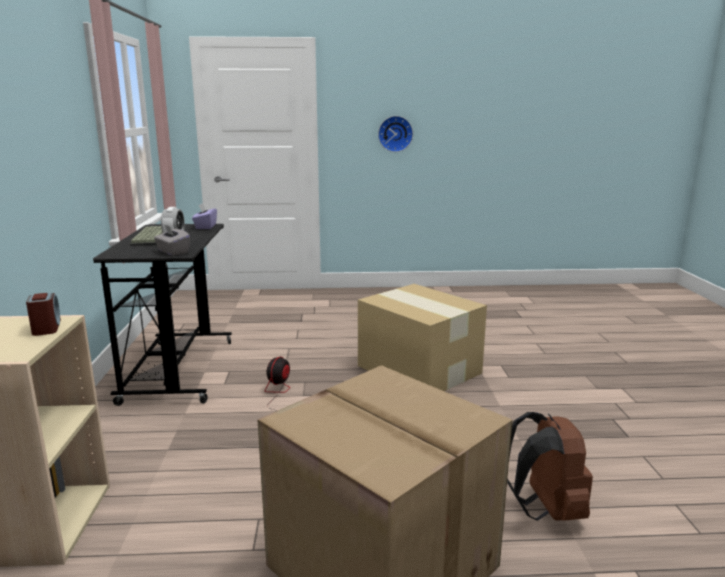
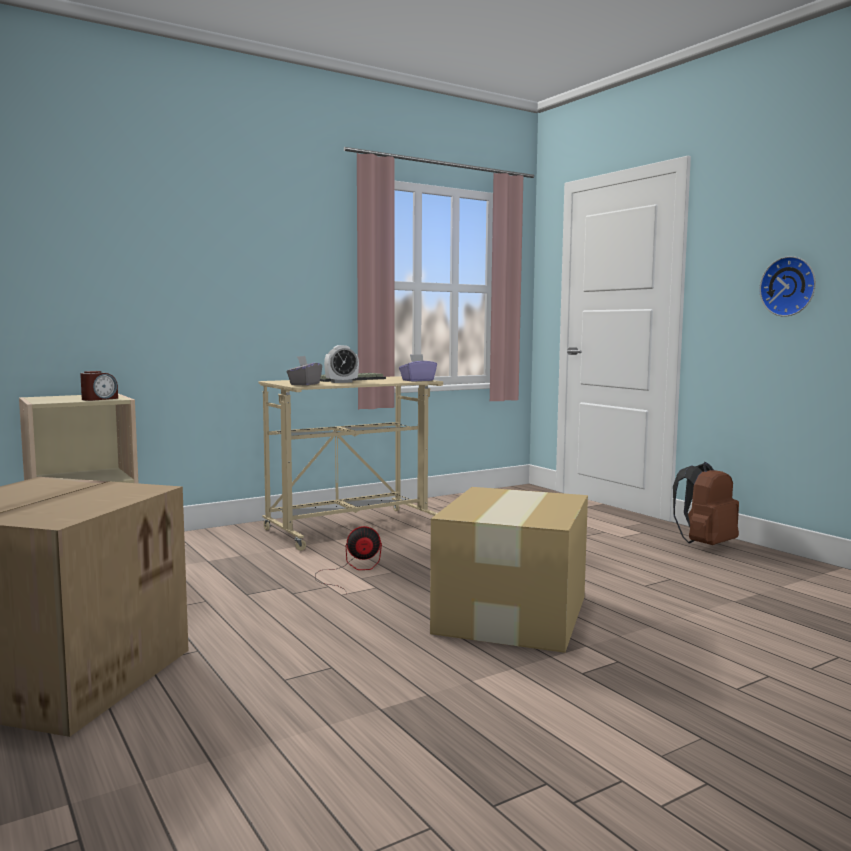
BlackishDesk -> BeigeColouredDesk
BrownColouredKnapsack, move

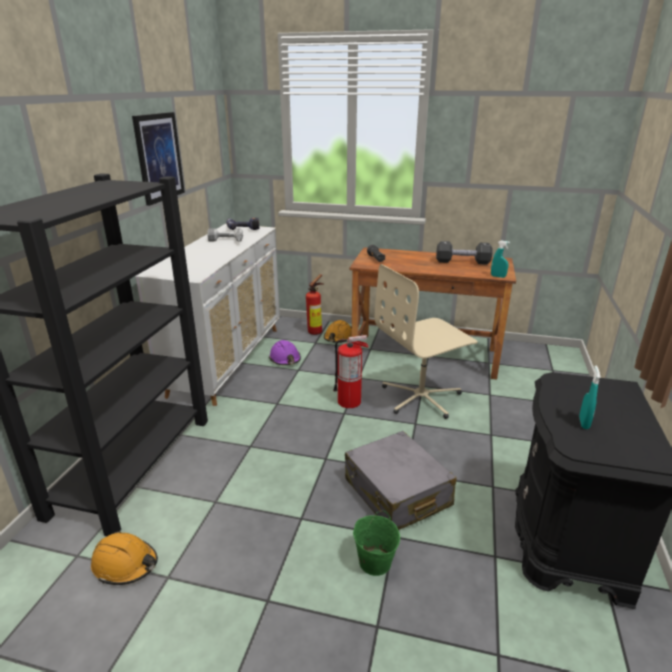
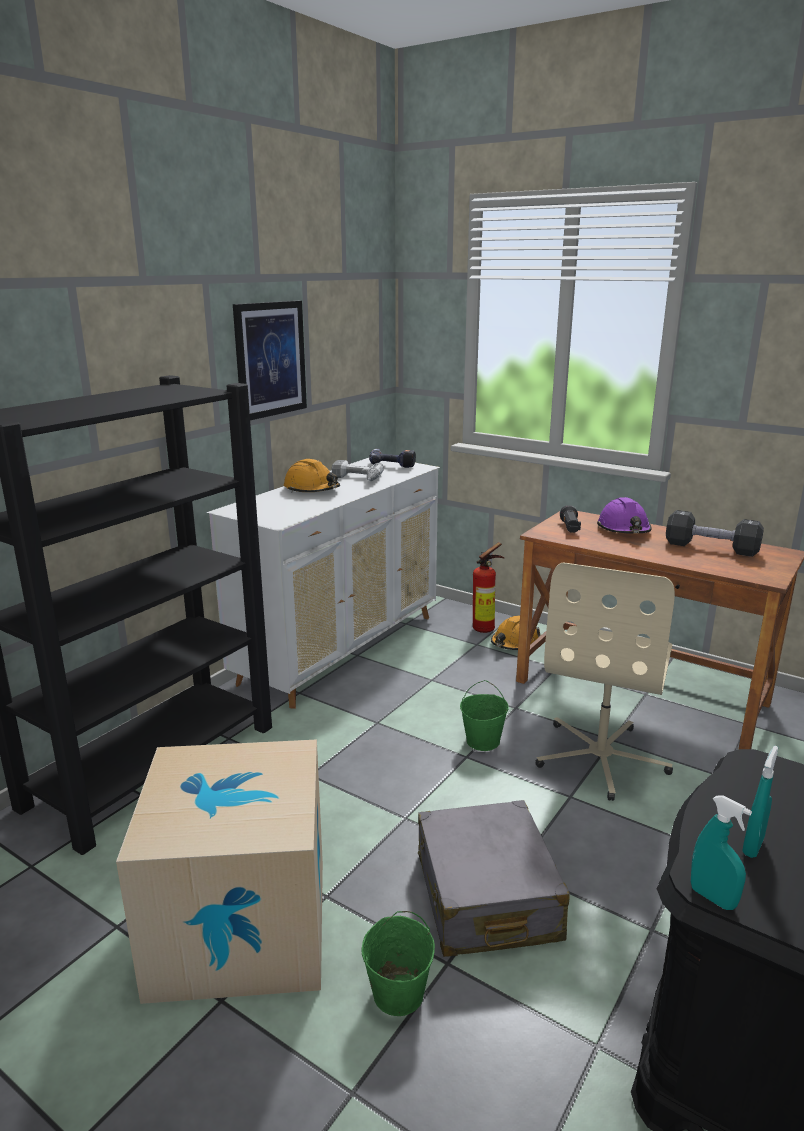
TurquoiseHandSprayer (1st from left), move
BeigeColouredComputerChair, 60 degrees counterclockwise
Extinguisher (2nd from left) -> GreenColouredWaterBucket (2nd from left)
PurpleSafetyHelmet, move
OrangeySafetyHelmet (1st from left), move
none -> CardboardBox

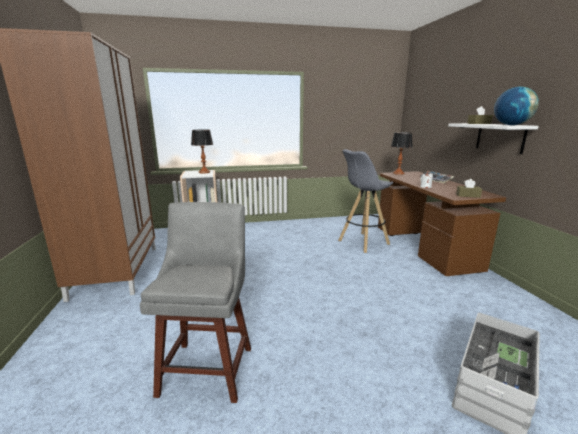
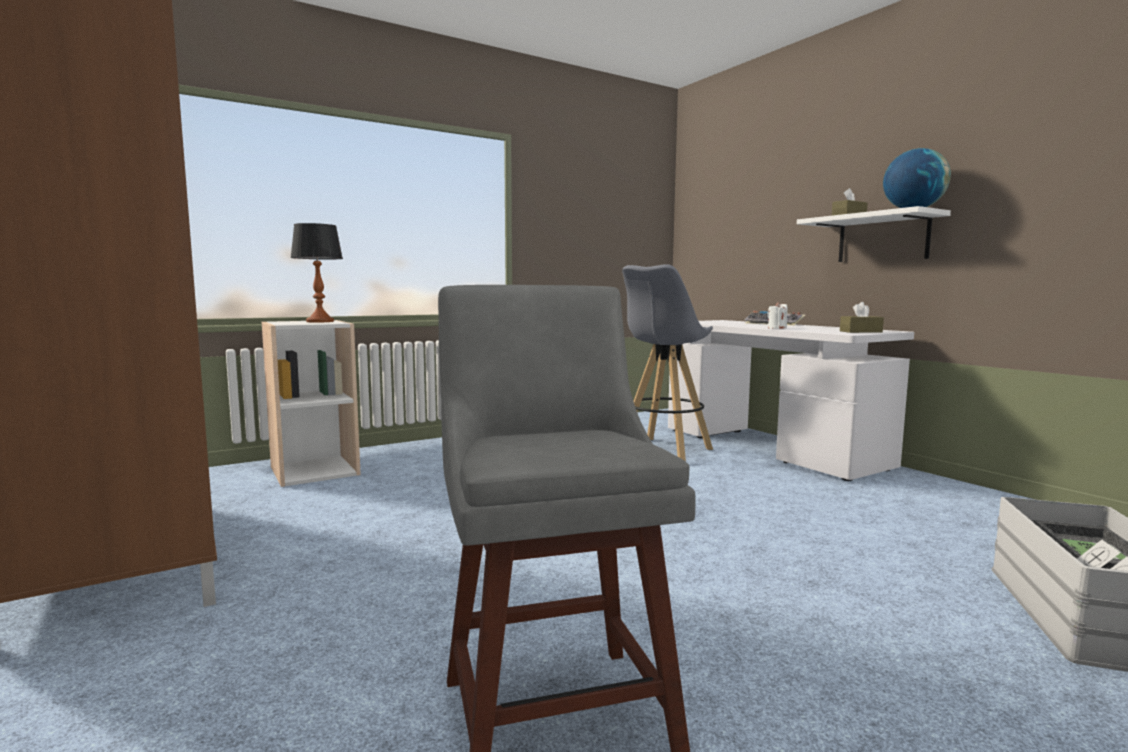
LampForATable (2nd from left) -> none
BrownColouredDesk -> WhiteColouredDesk

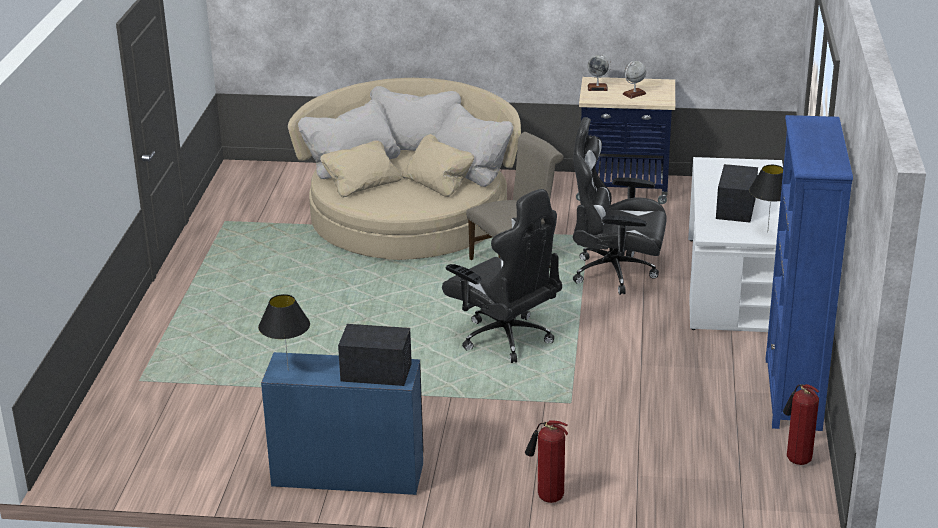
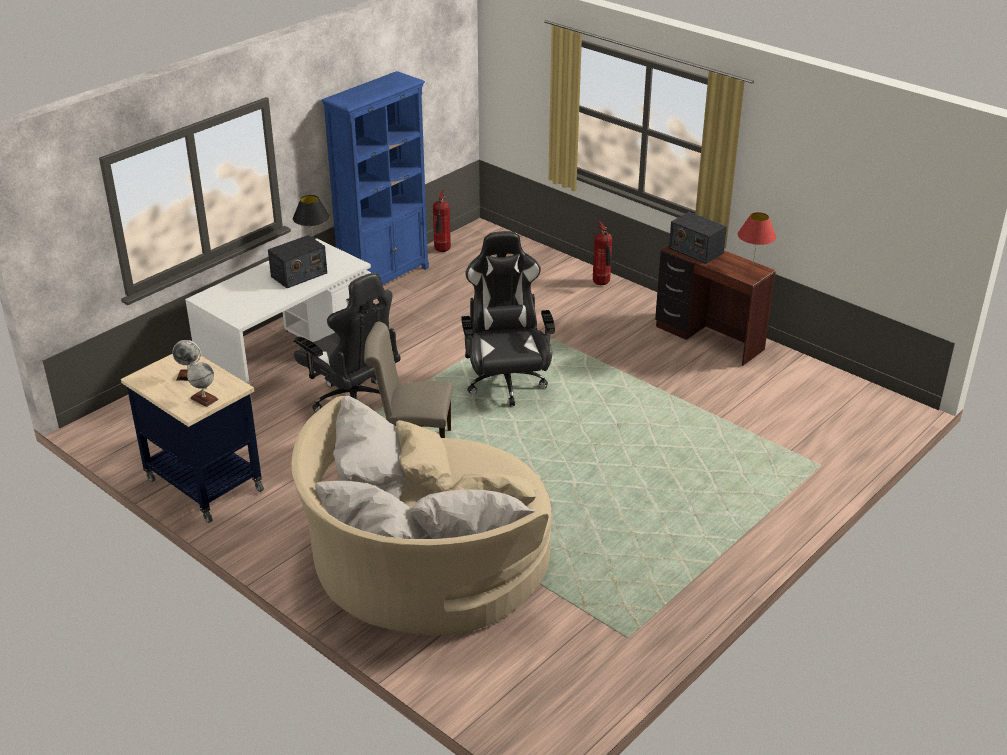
BlackishLampForATable (1st from left) -> RedLampForATable
BlueColouredDesk -> BrownColouredDesk

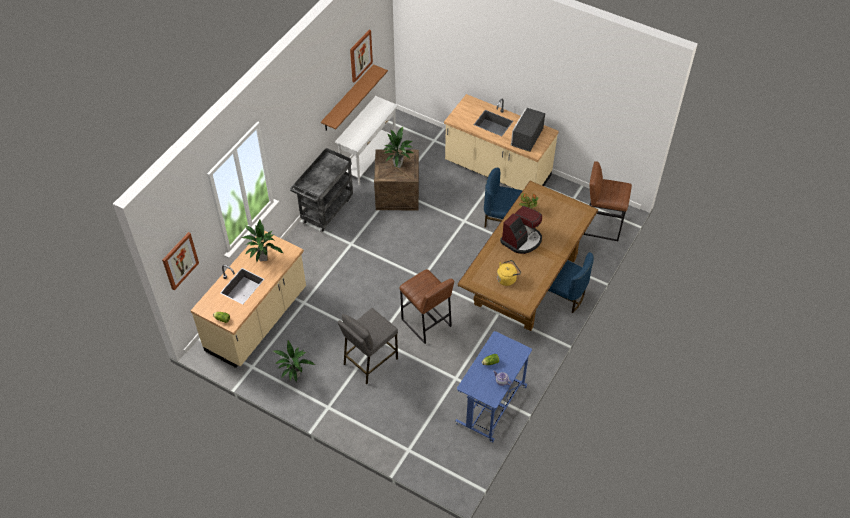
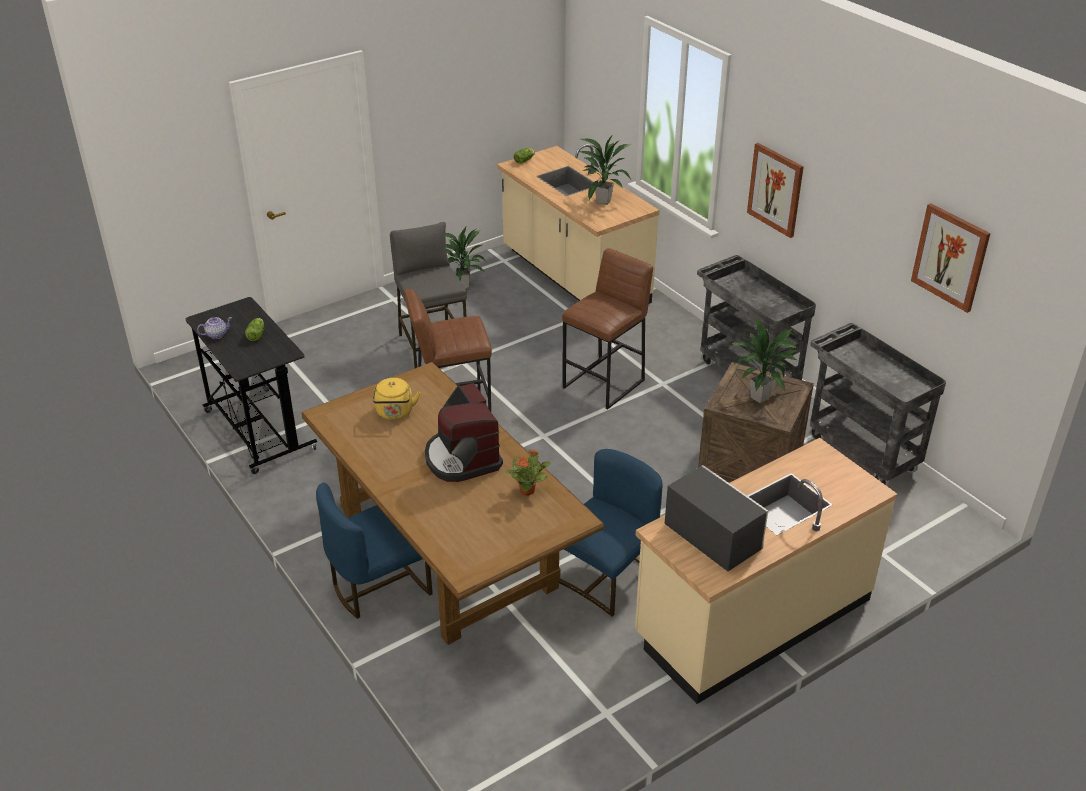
BrownColouredBracketShelf -> none
WhiteColouredHallTable -> BlackishCart (2nd from left)
BrownColouredStoolSeat (2nd from left), move
WallArt (1st from left), move
BlueColouredDesk -> BlackishDesk

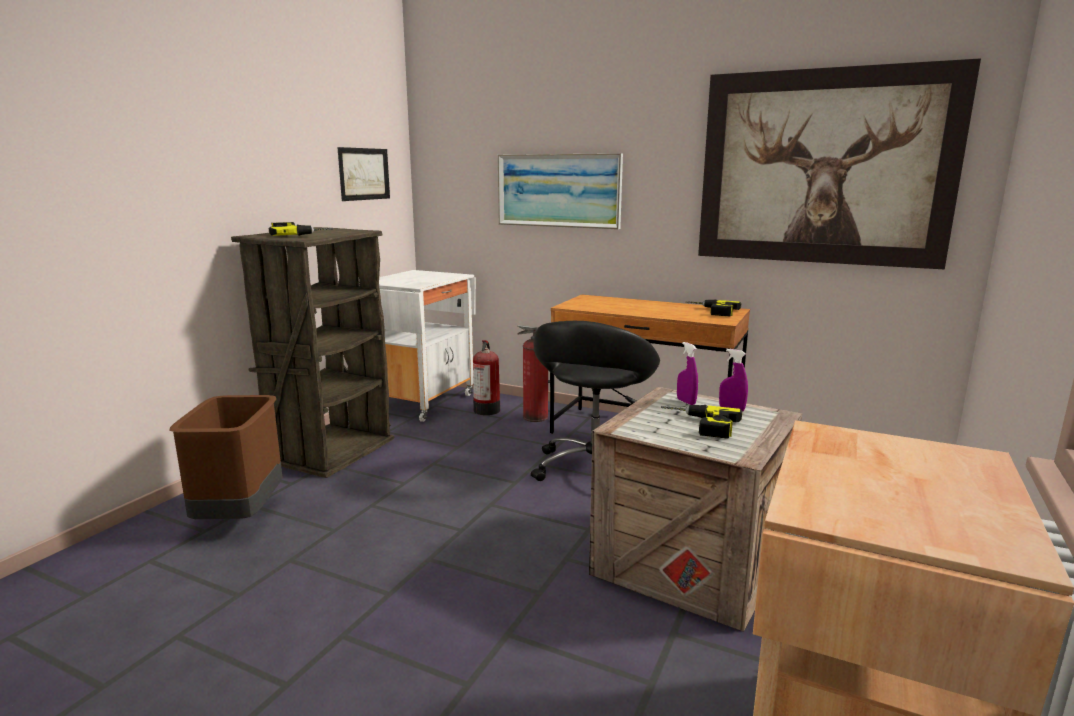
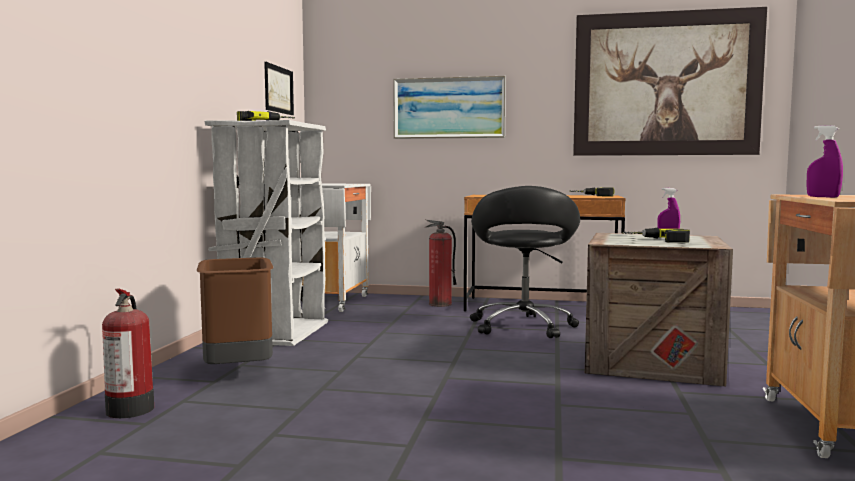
BrownColouredBookshelf -> WhiteColouredBookshelf
Extinguisher (1st from left), move
PurpleHandSprayer (1st from left in the first image) -> PurpleHandSprayer (2nd from left), move

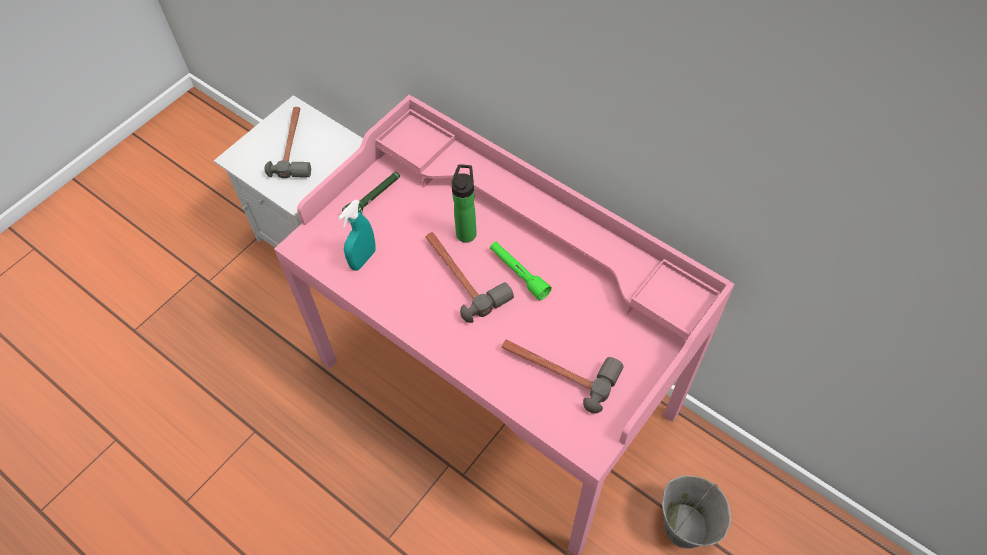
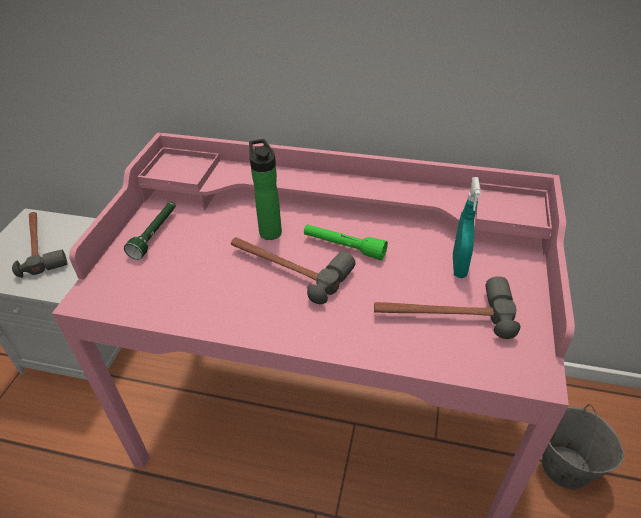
TurquoiseHandSprayer, move

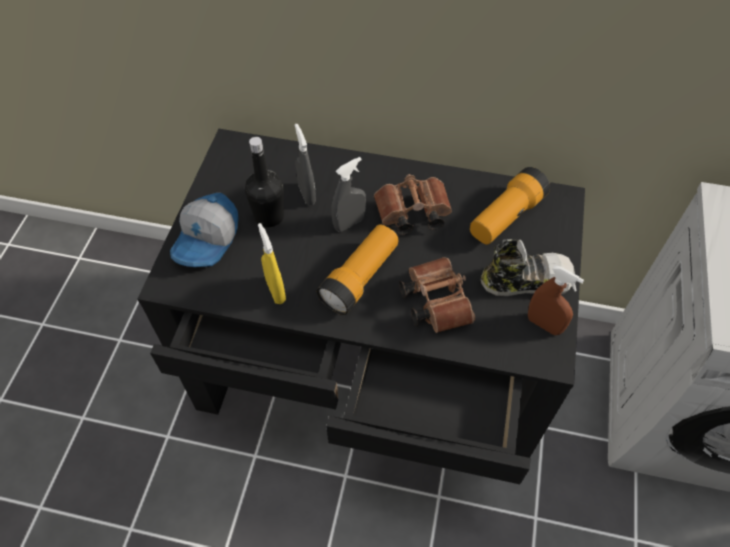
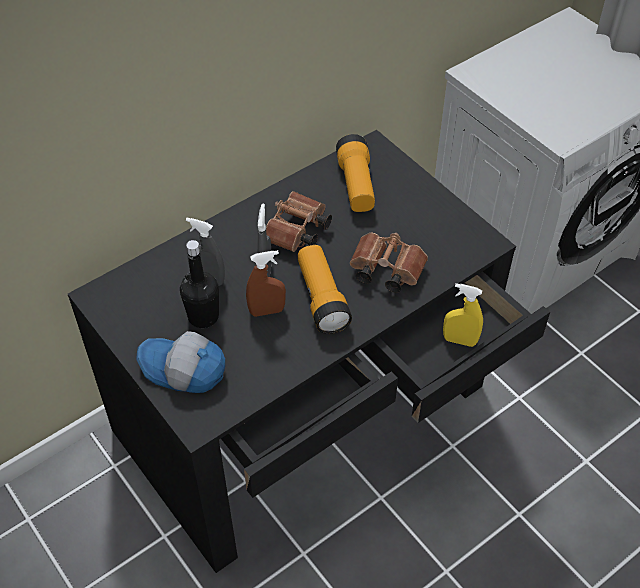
PeakedCap, 135 degrees clockwise
YellowishHandSprayer, move
LowShoe -> none
BrownColouredHandSprayer, move

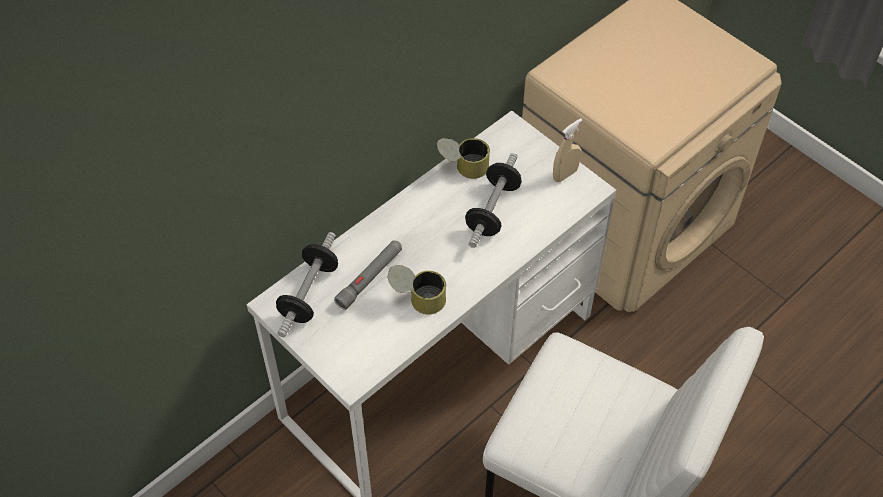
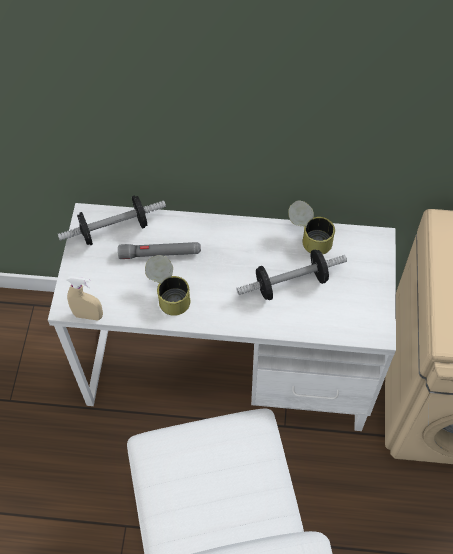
BeigeColouredHandSprayer, move

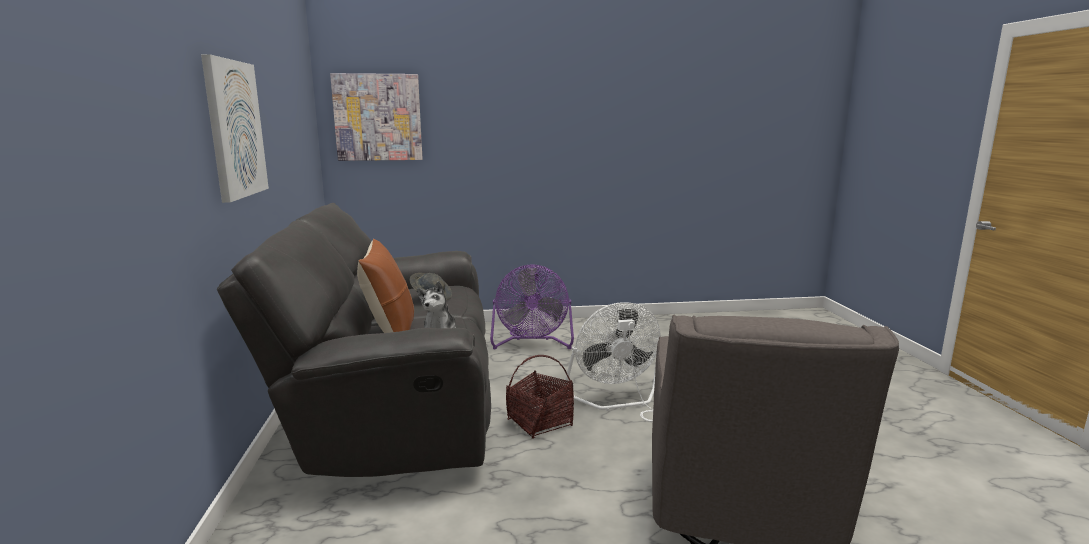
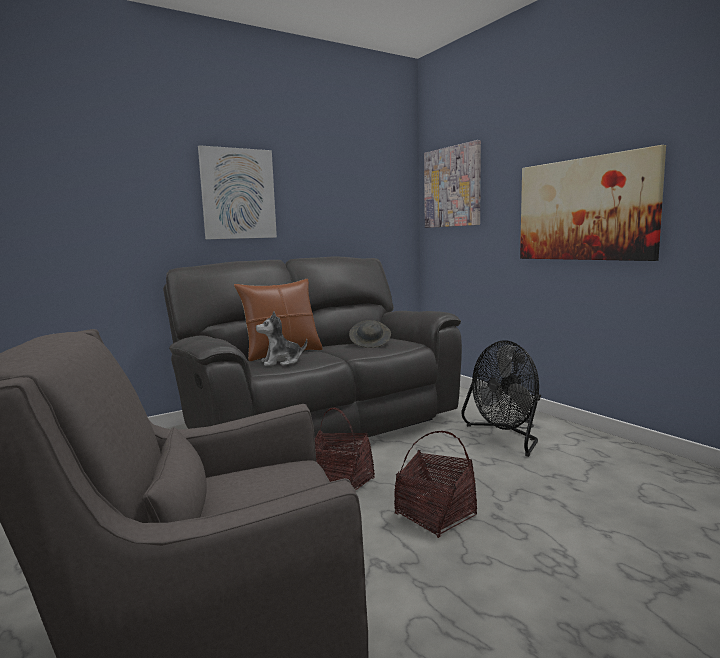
PurpleCoolingFan -> BlackishCoolingFan
WhiteColouredCoolingFan -> HouseholdBasket (2nd from left)
none -> WallArt (3rd from left)

